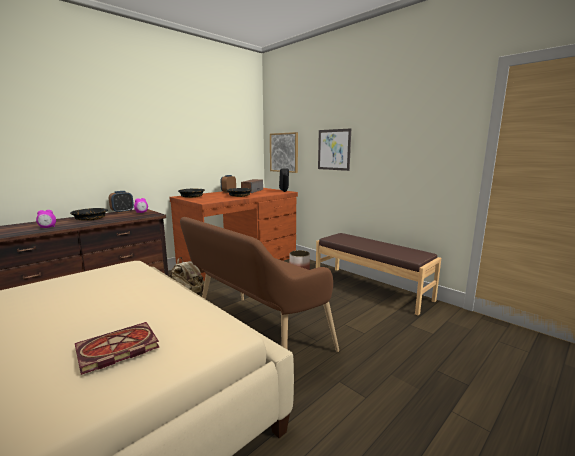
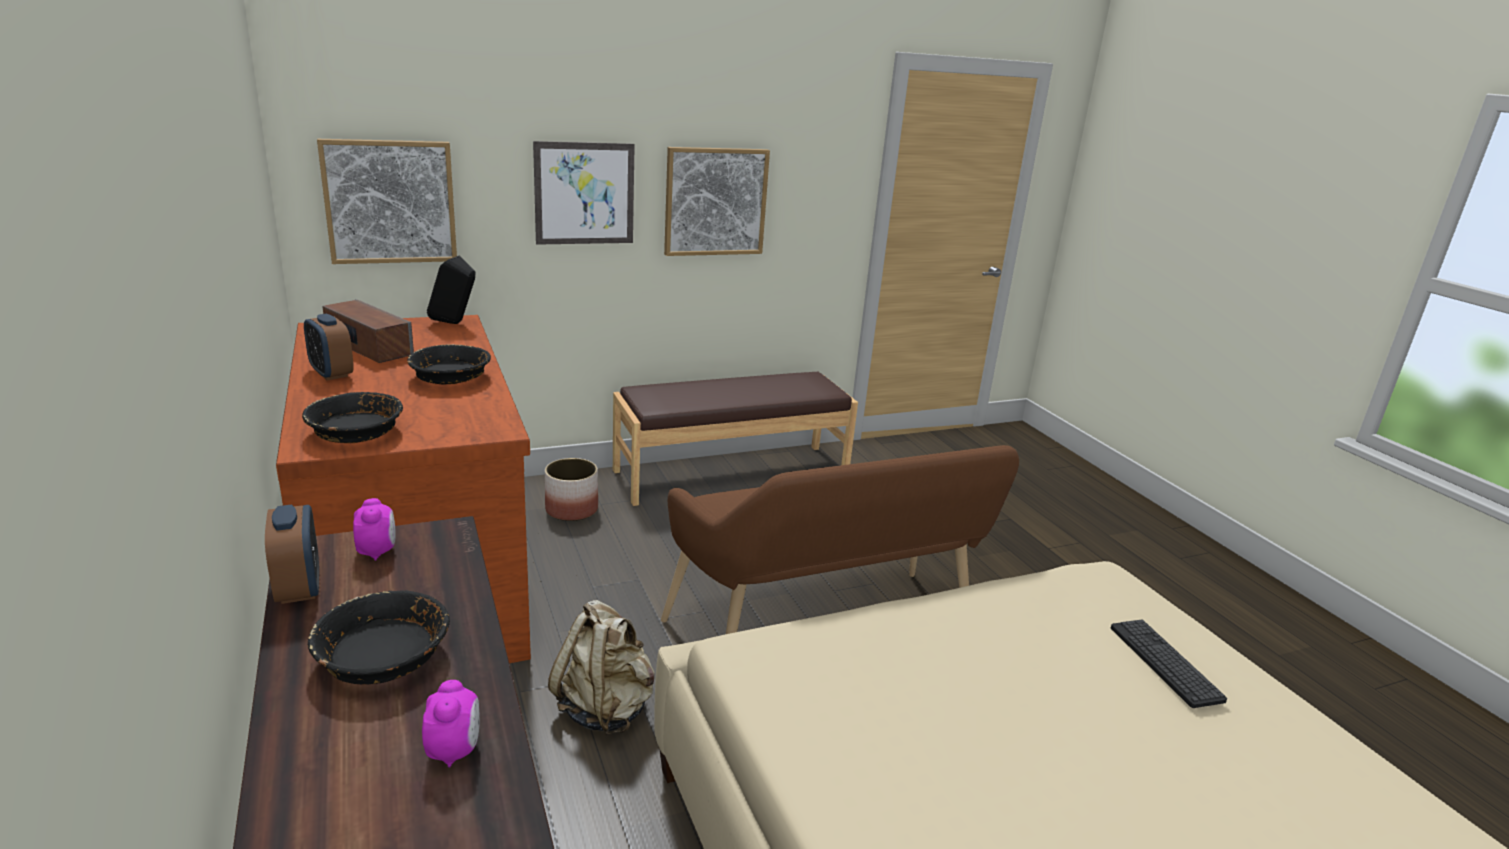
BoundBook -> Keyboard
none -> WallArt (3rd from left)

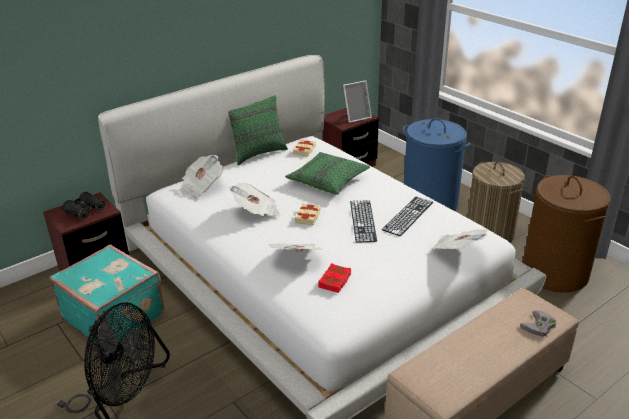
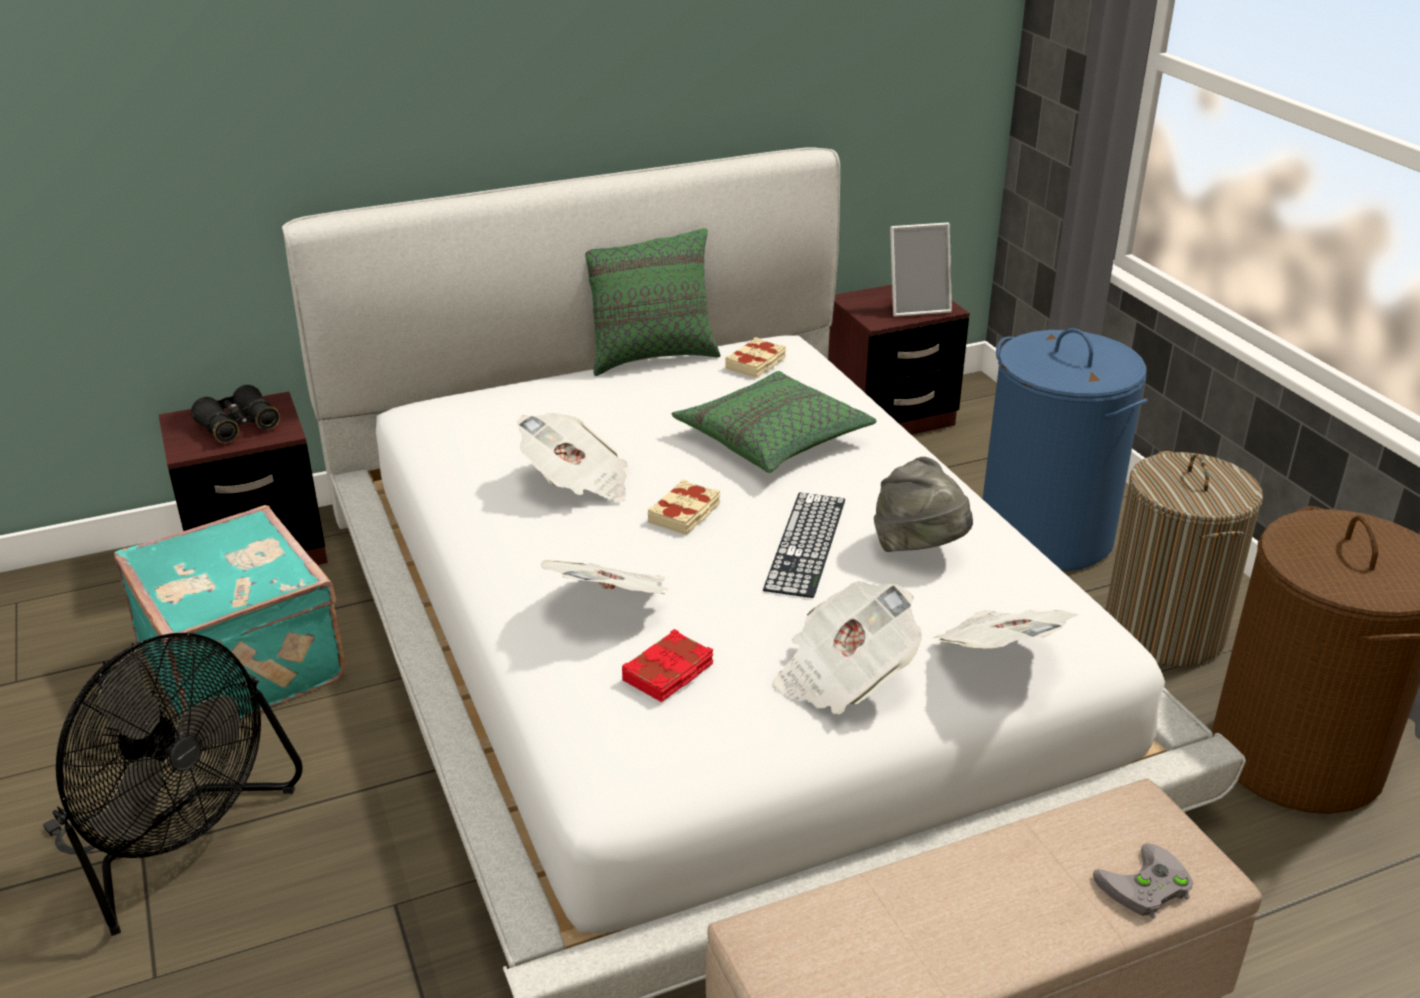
Newspaper (1st from left in the first image) -> Newspaper (3rd from left), move
Keyboard (2nd from left) -> GreyWearableHat

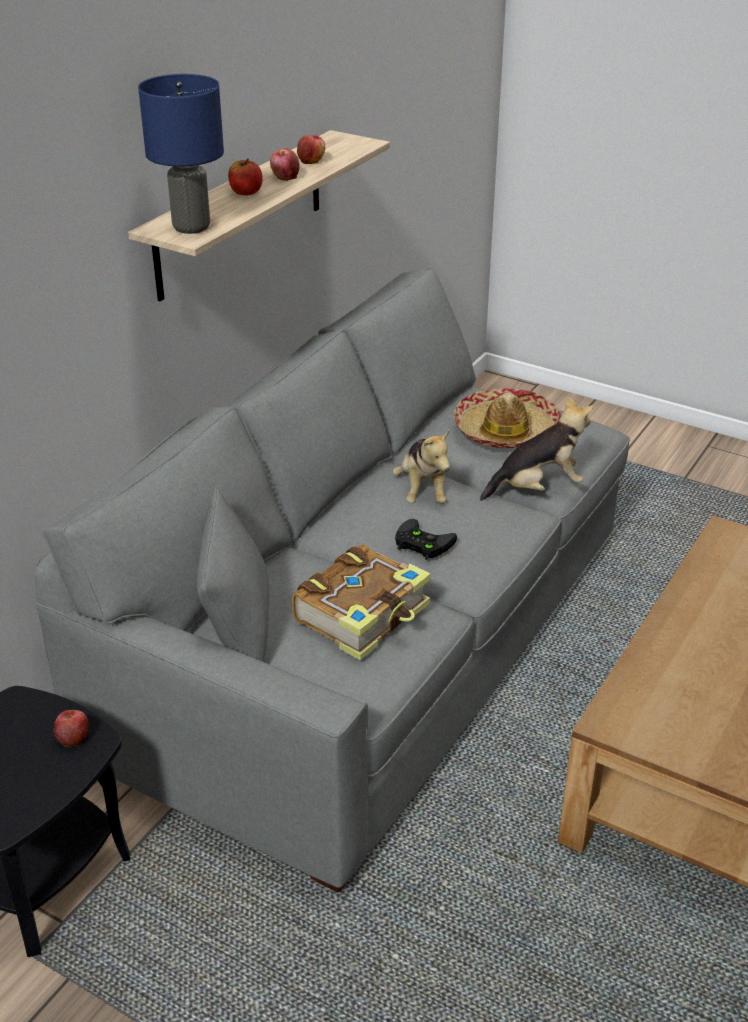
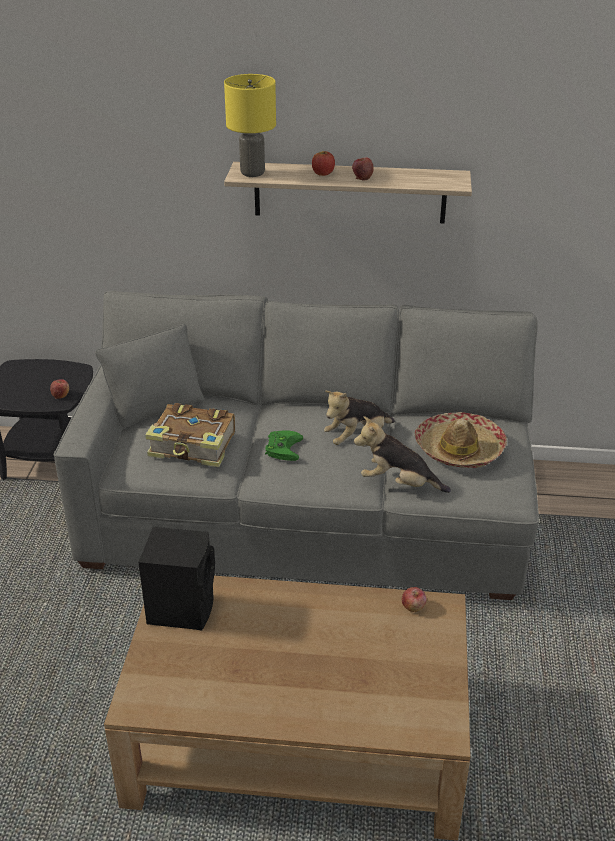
BlueColouredLampForATable -> YellowishLampForATable
Apple (4th from left), move
SoftToy (2nd from left), 150 degrees clockwise
BlackishJoypad -> GreenColouredJoypad
none -> BlackishSpeaker

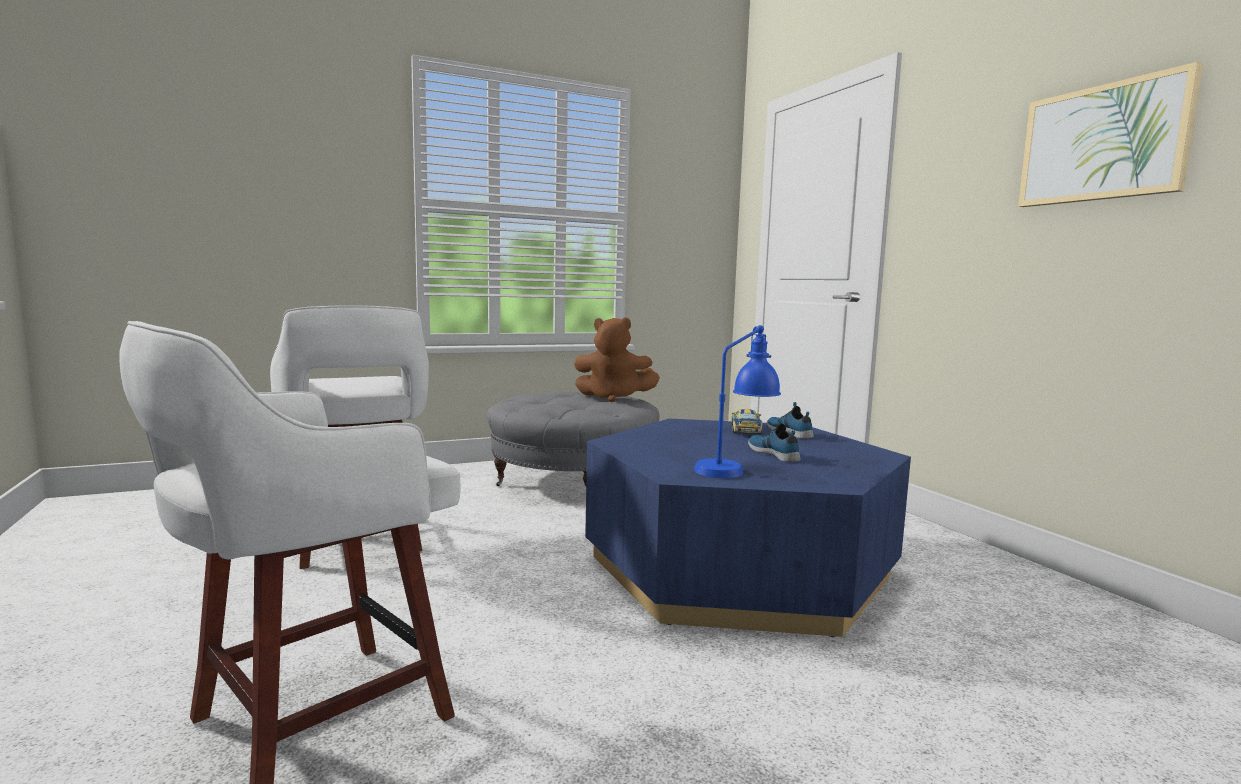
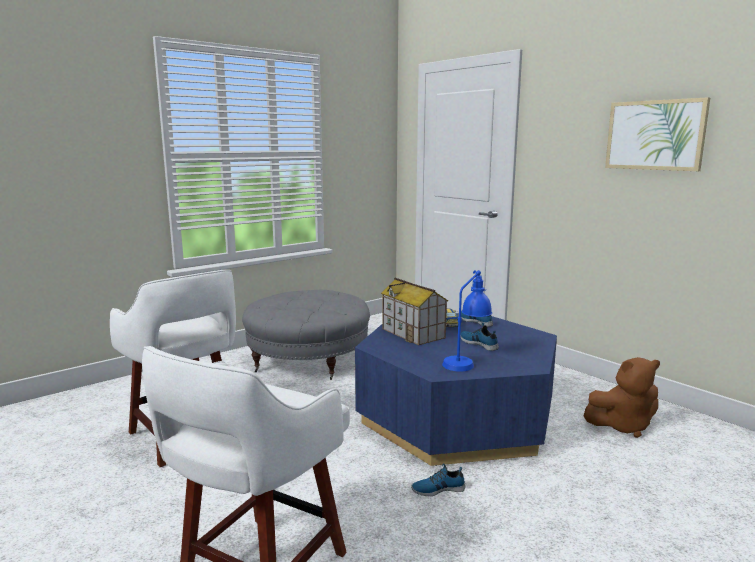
BrownColouredSoftToy, move
none -> ModelHouse
none -> LowShoe (1st from left)

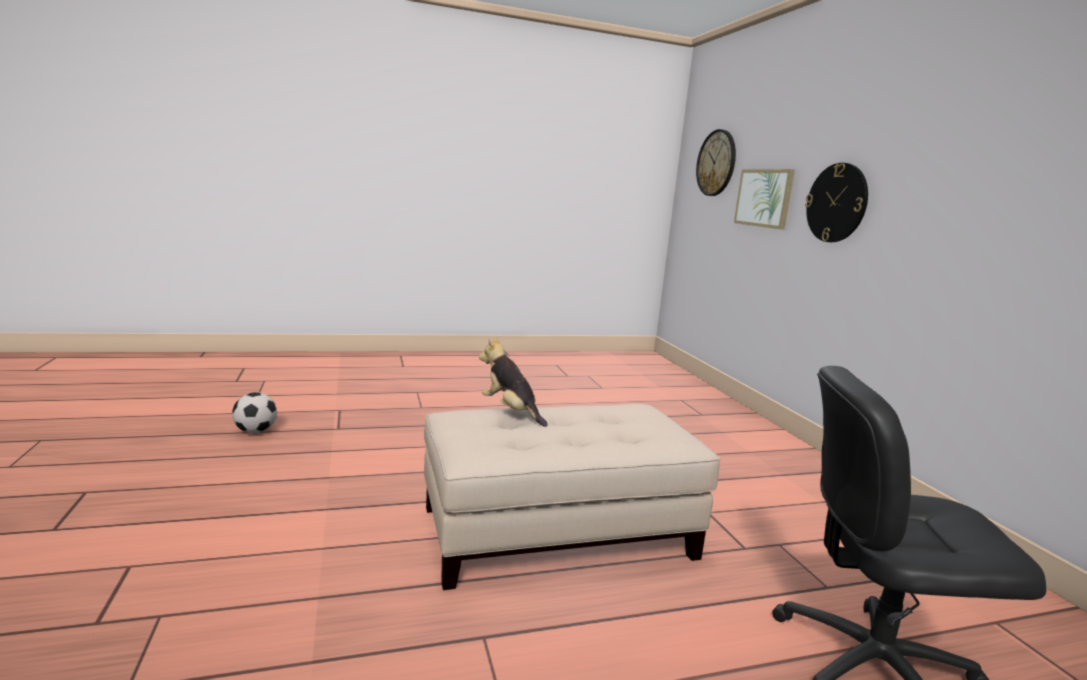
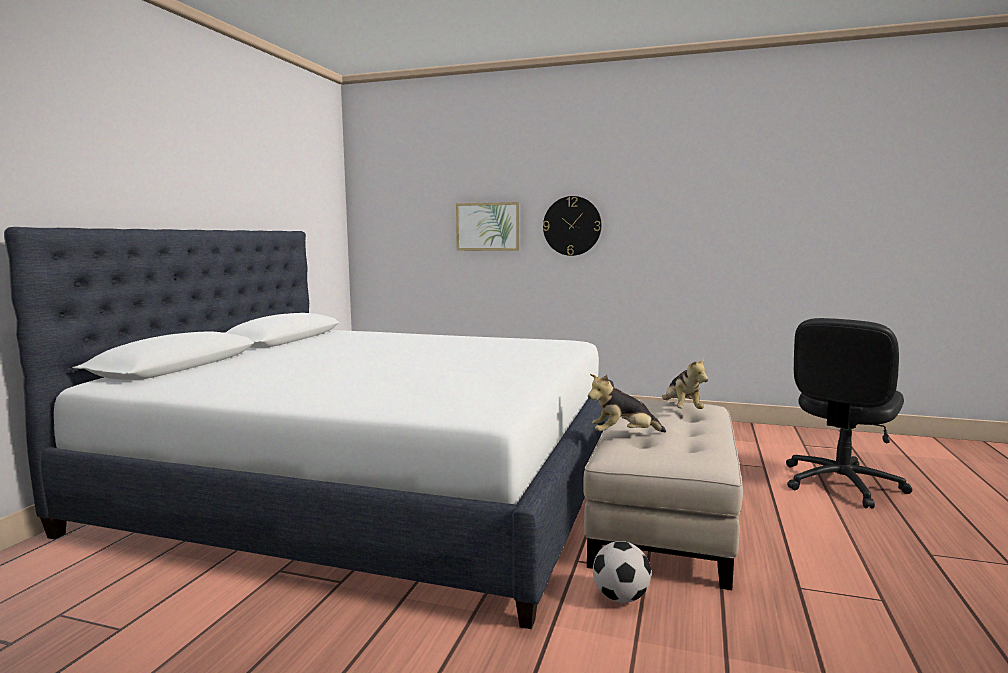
HangingClock (1st from left) -> none
FootballBall, move
none -> WhiteColouredBed
none -> SoftToy (2nd from left)

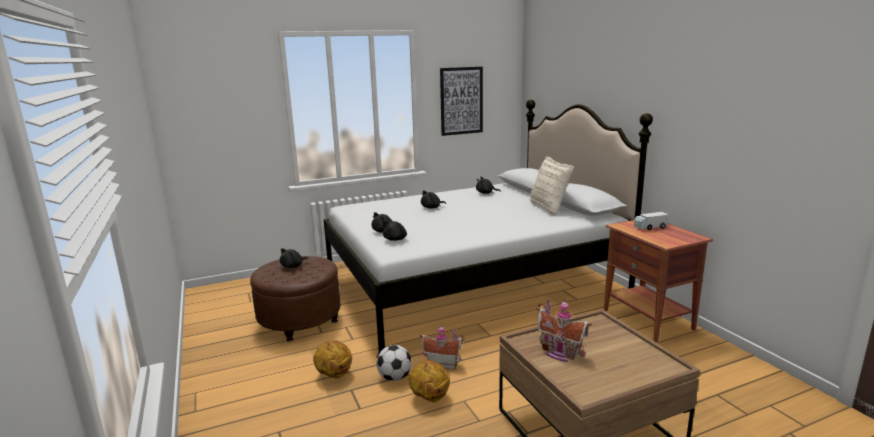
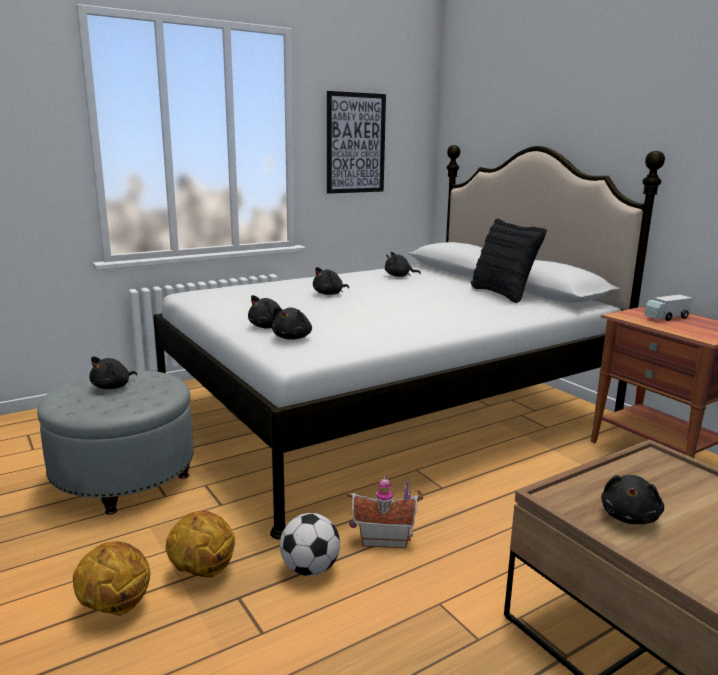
BeigeColouredCushion -> BlackishCushion
BrownColouredPouffe -> GreyPouffe
ModelHouse (2nd from left) -> BlackishSoftToy (6th from left)
BallForBasketball (2nd from left in the first image) -> BallForBasketball (1st from left), move

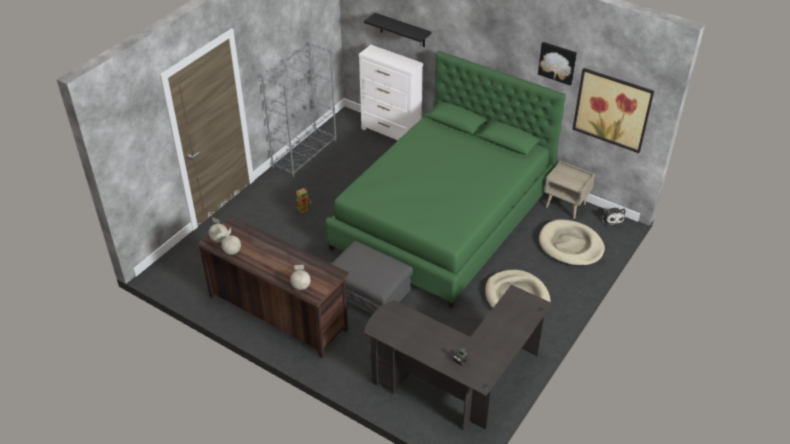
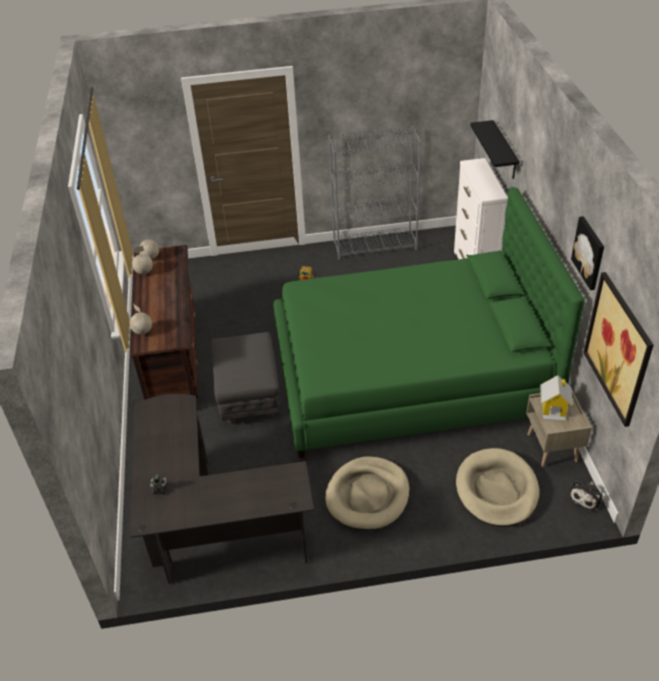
none -> ModelHouse

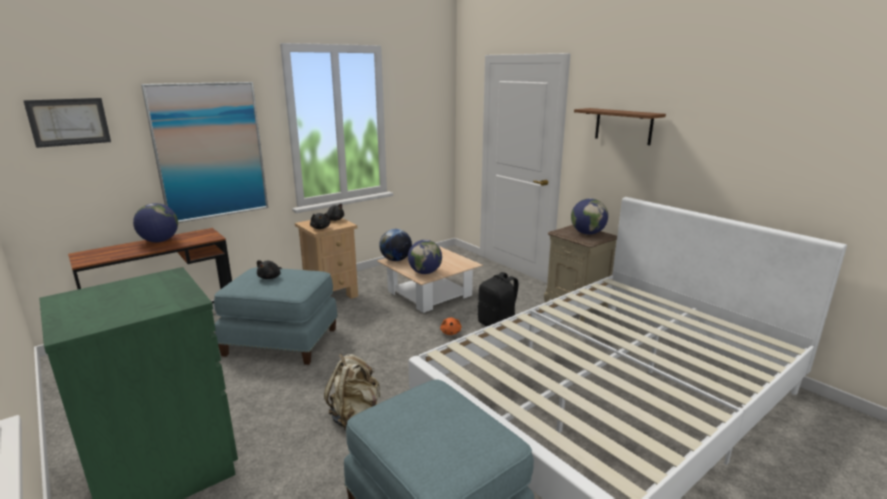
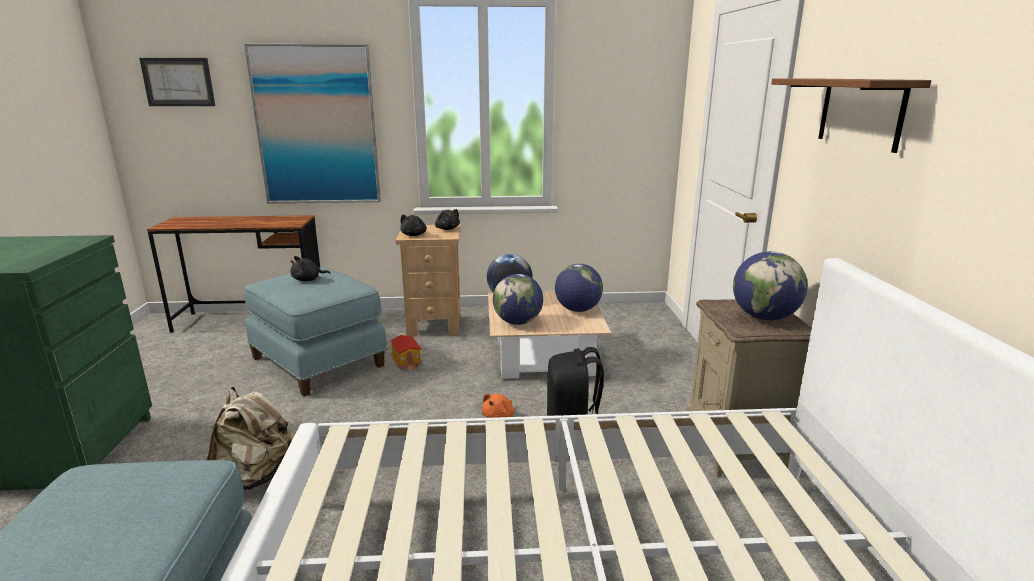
WorldGlobe (1st from left in the first image) -> WorldGlobe (3rd from left), move
none -> ModelHouse

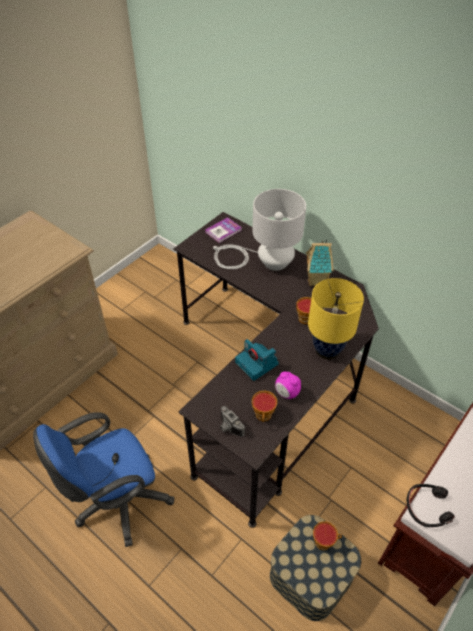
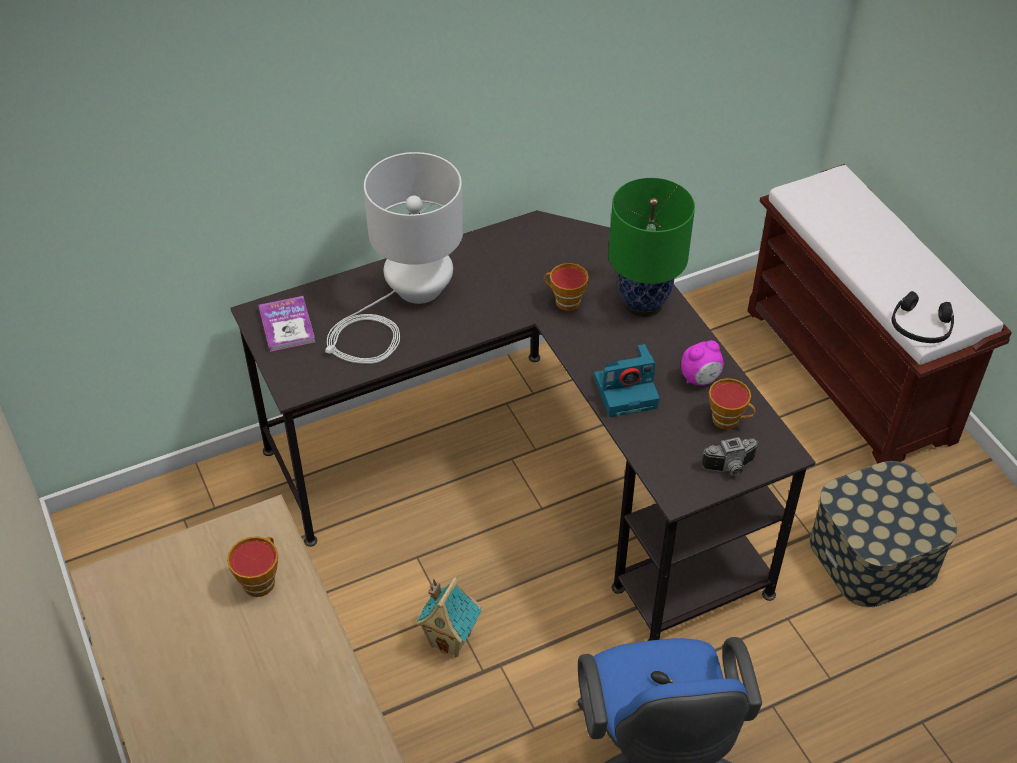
ModelHouse, move
YellowishLampForATable -> GreenColouredLampForATable
Cup (3rd from left in the first image) -> Cup (1st from left), move

